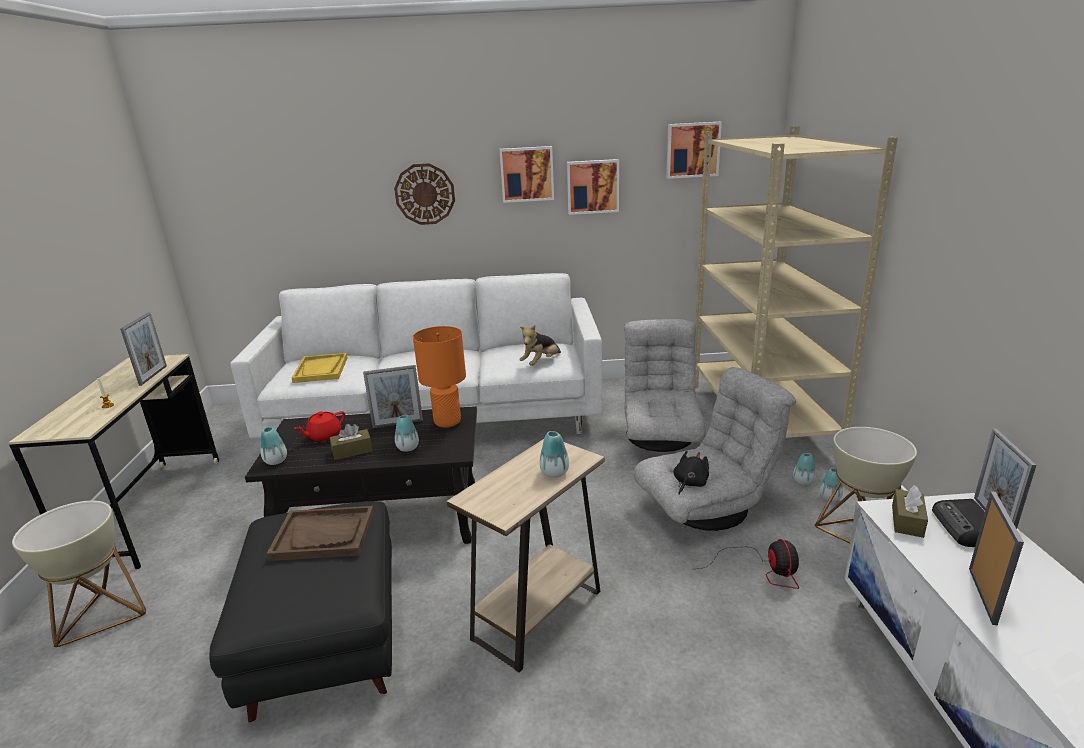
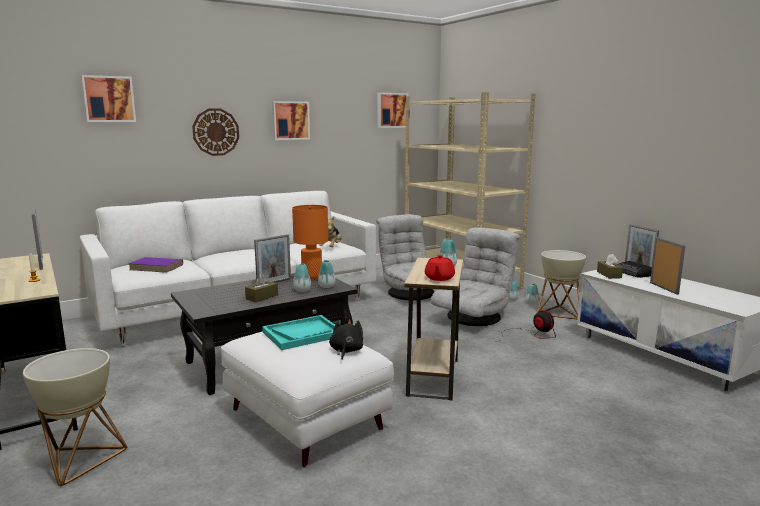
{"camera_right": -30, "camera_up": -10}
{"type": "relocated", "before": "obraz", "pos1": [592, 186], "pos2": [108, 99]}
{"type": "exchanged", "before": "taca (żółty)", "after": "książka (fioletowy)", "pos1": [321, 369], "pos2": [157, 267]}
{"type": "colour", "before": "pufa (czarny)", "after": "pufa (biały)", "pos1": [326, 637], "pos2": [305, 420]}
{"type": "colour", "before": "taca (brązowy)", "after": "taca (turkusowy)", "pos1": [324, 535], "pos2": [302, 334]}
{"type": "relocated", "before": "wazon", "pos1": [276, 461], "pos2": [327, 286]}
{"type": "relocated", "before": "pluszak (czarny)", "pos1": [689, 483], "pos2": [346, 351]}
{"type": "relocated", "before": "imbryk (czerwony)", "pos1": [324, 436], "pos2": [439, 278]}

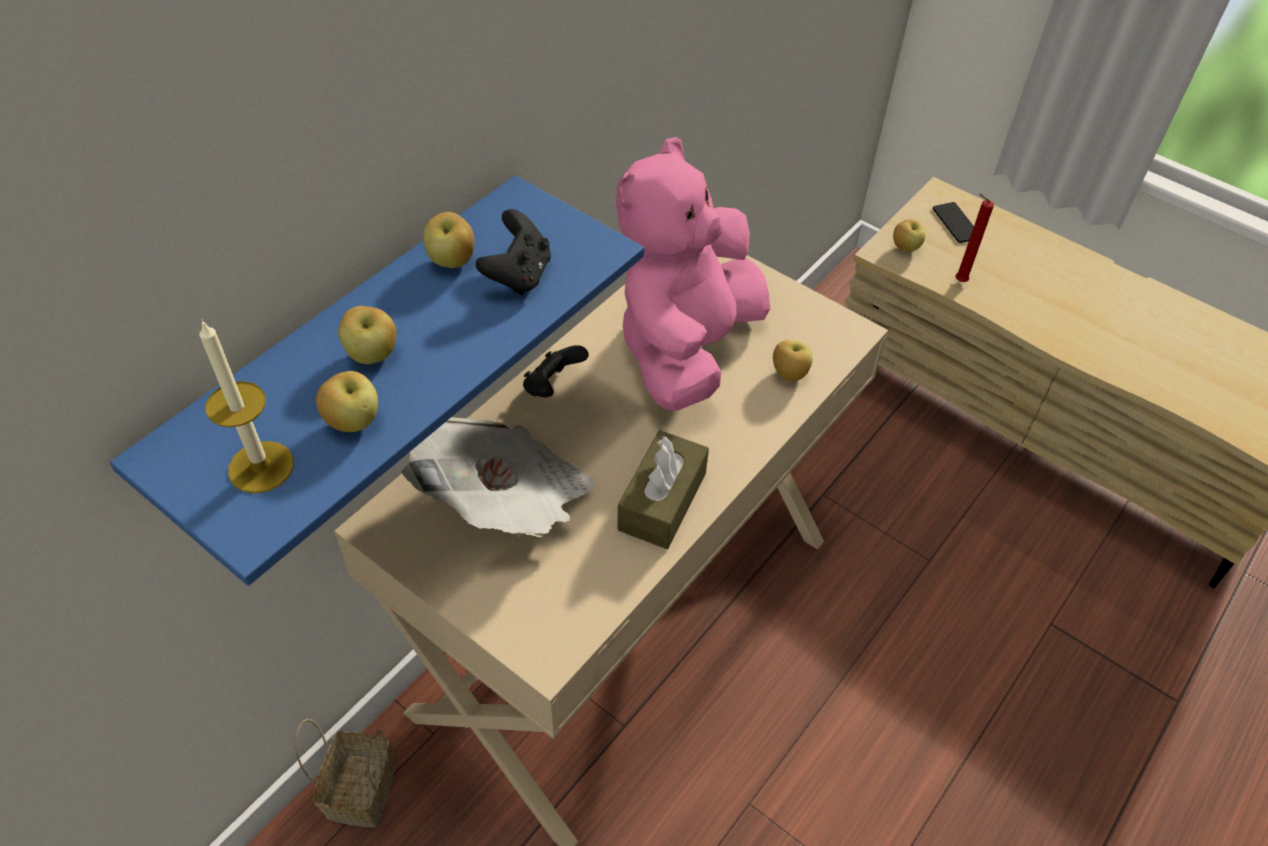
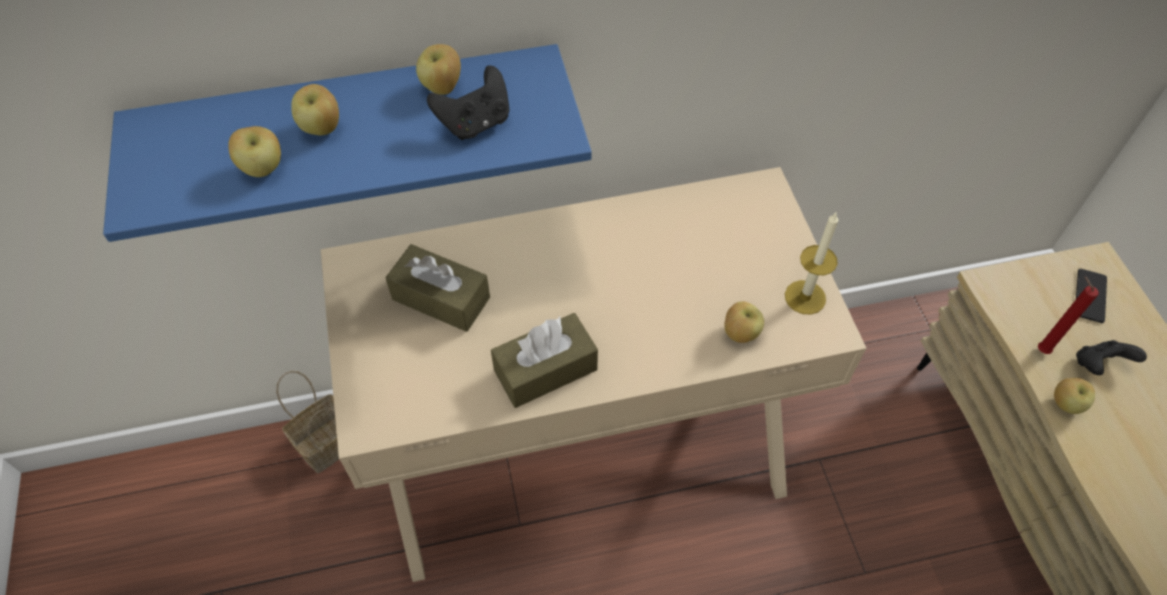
{"camera_right": 40, "camera_up": 5}
{"type": "exchanged", "before": "gazeta", "after": "pudełko chusteczek (brązowy)", "pos1": [506, 501], "pos2": [441, 298]}
{"type": "relocated", "before": "świeca", "pos1": [261, 467], "pos2": [805, 297]}
{"type": "relocated", "before": "jabłko", "pos1": [905, 248], "pos2": [1065, 404]}
{"type": "relocated", "before": "pad do gier (czarny)", "pos1": [553, 386], "pos2": [1098, 365]}
{"type": "missing", "before": "pluszak (różowy)", "pos1": [686, 347]}

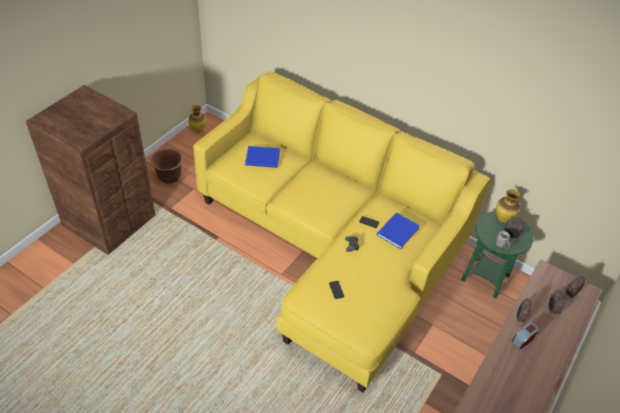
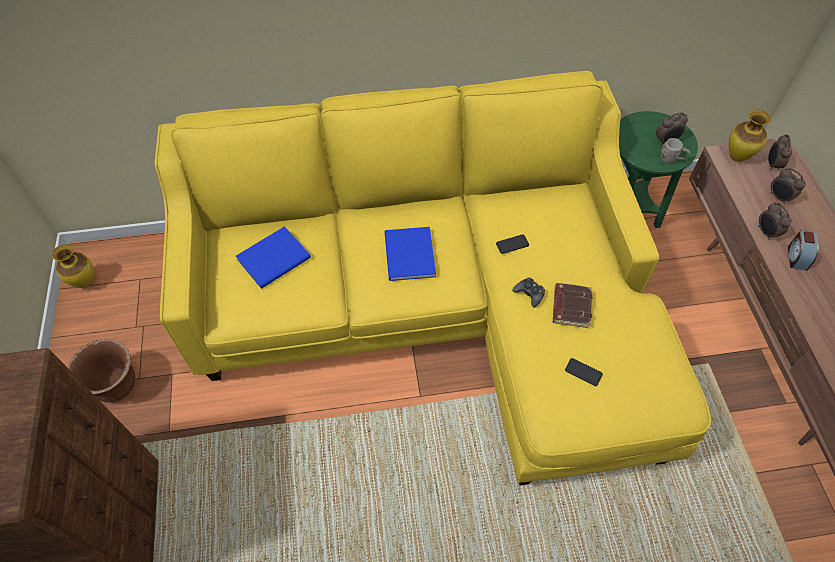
{"camera_right": -40, "camera_up": 10}
{"type": "relocated", "before": "książka (niebieski)", "pos1": [396, 231], "pos2": [408, 256]}
{"type": "appeared", "after": "książka (brązowy)", "pos2": [570, 307]}
{"type": "relocated", "before": "wazon", "pos1": [502, 220], "pos2": [737, 157]}

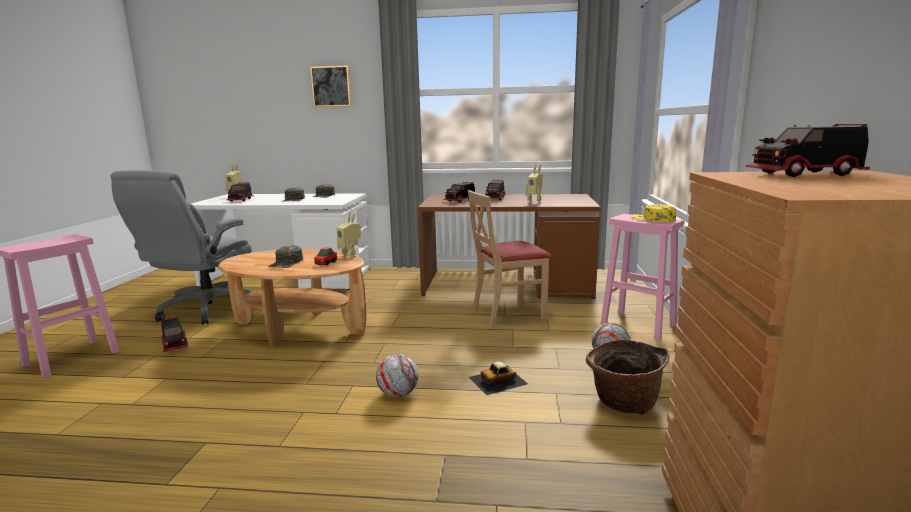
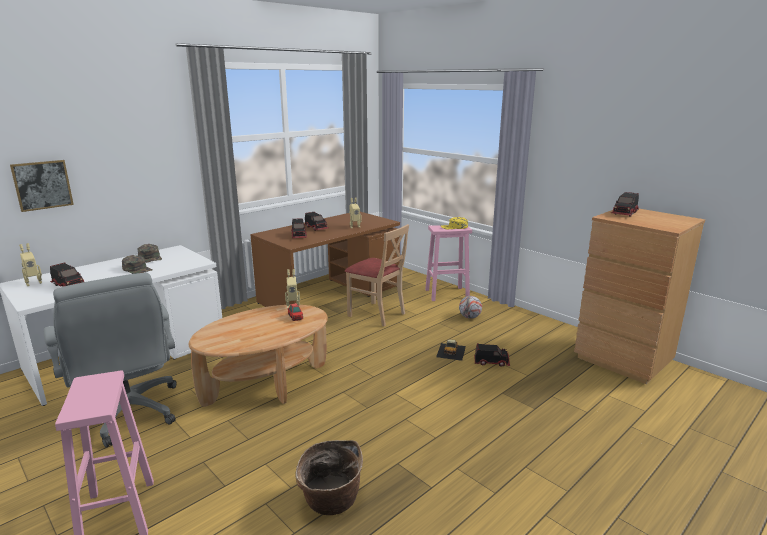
{"camera_right": -50, "camera_up": 5}
{"type": "relocated", "before": "obraz", "pos1": [331, 86], "pos2": [42, 185]}
{"type": "relocated", "before": "koszyk", "pos1": [623, 403], "pos2": [330, 502]}
{"type": "spun", "before": "krzesło (beżowy)", "pos1": [508, 314], "pos2": [377, 314], "turn": -75}
{"type": "relocated", "before": "ciężarówka zabawkowa", "pos1": [175, 344], "pos2": [491, 362]}
{"type": "missing", "before": "czapka z daszkiem (zielony)", "pos1": [286, 263]}
{"type": "missing", "before": "piłka futbolowa", "pos1": [398, 394]}

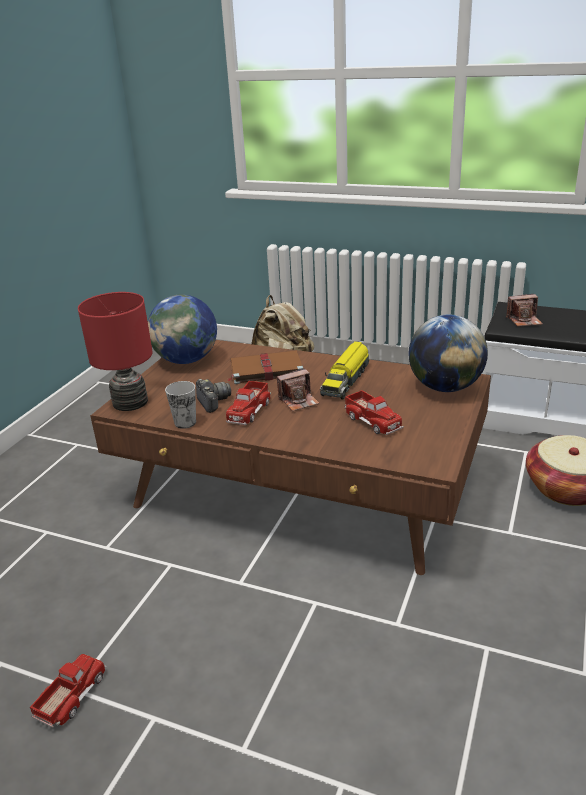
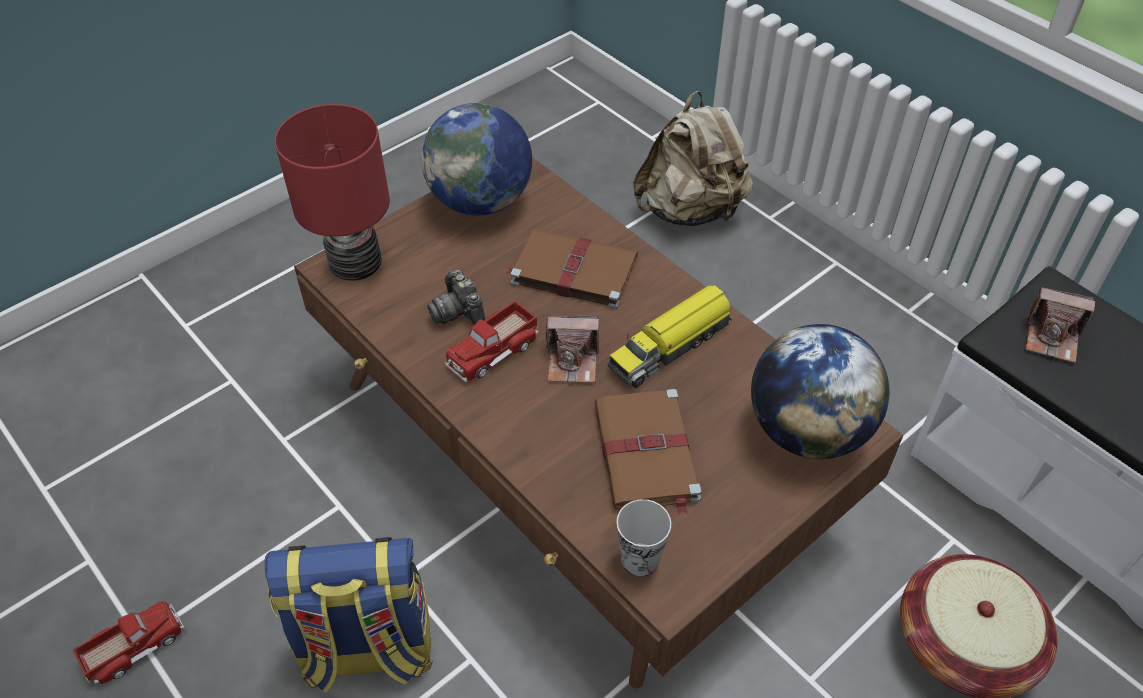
{"camera_right": 25, "camera_up": 20}
{"type": "appeared", "after": "plecak", "pos2": [367, 651]}
{"type": "spun", "before": "aparat fotograficzny", "pos1": [213, 402], "pos2": [458, 310], "turn": 150}
{"type": "exchanged", "before": "ciężarówka zabawkowa", "after": "książka (brązowy)", "pos1": [373, 420], "pos2": [646, 454]}
{"type": "relocated", "before": "filiżanka", "pos1": [185, 422], "pos2": [640, 559]}

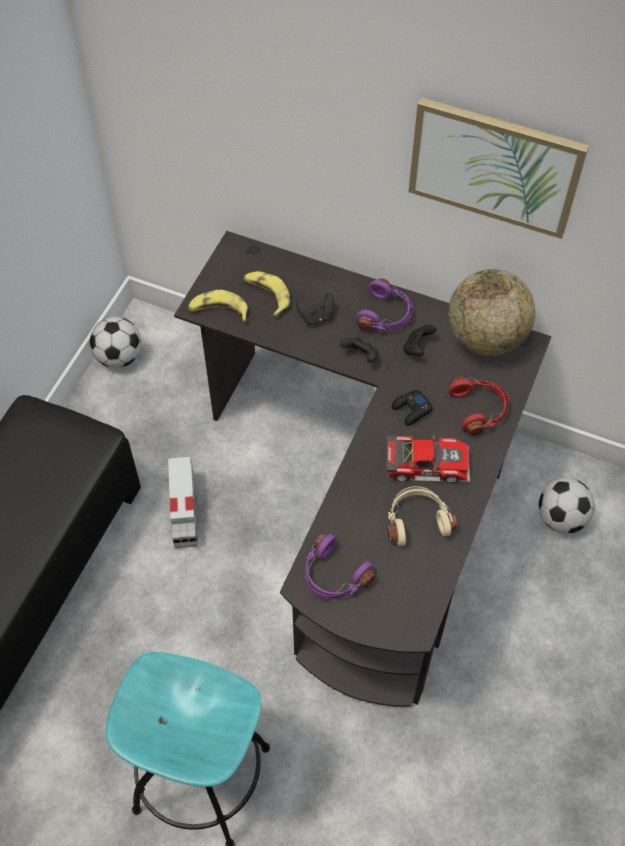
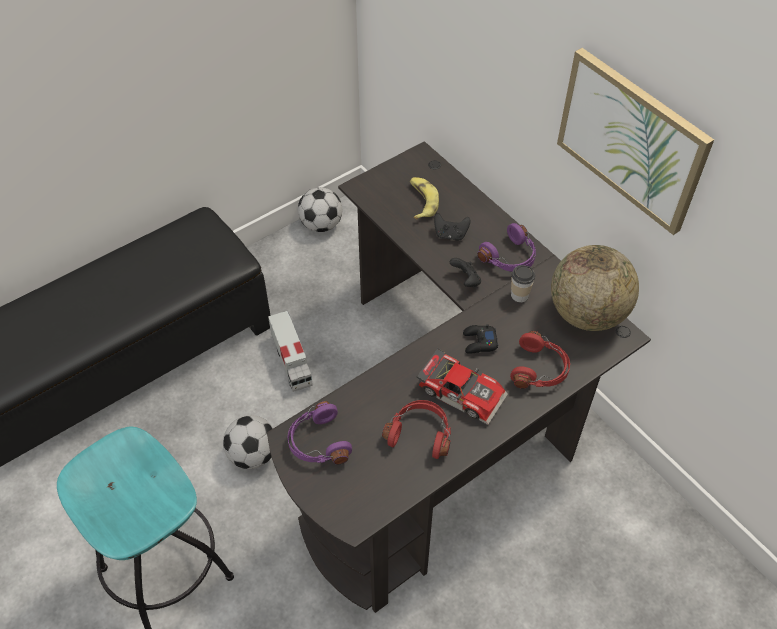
{"camera_right": 30, "camera_up": -5}
{"type": "relocated", "before": "piłka futbolowa", "pos1": [561, 519], "pos2": [252, 455]}
{"type": "spun", "before": "ciężarówka zabawkowa", "pos1": [184, 512], "pos2": [292, 362], "turn": -45}
{"type": "colour", "before": "słuchawki (beżowy)", "after": "słuchawki (czerwony)", "pos1": [416, 520], "pos2": [420, 433]}
{"type": "exchanged", "before": "pad do gier (czarny)", "after": "filiżanka", "pos1": [417, 348], "pos2": [519, 295]}
{"type": "missing", "before": "banan", "pos1": [218, 311]}

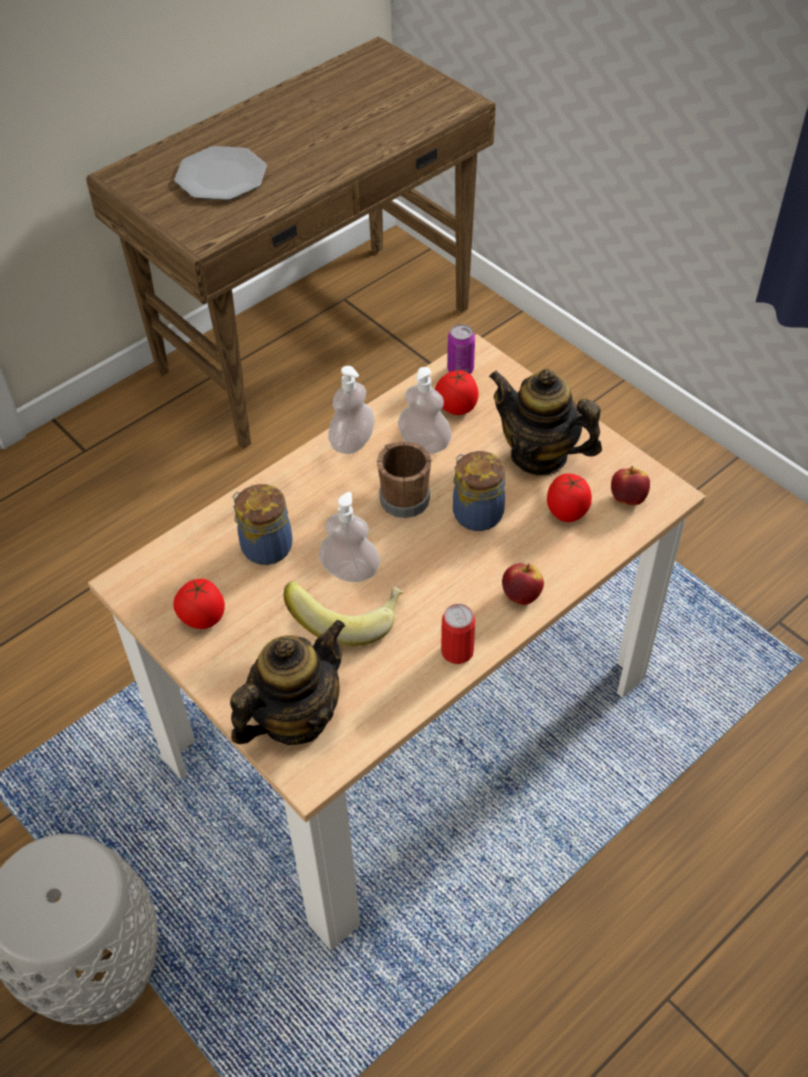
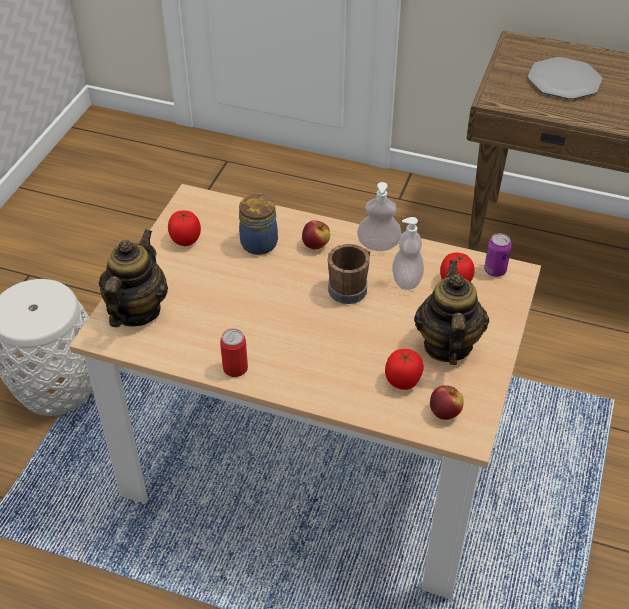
{"camera_right": 60, "camera_up": -5}
{"type": "spun", "before": "imbryk", "pos1": [294, 717], "pos2": [136, 311], "turn": -90}
{"type": "relocated", "before": "jabłko", "pos1": [521, 595], "pos2": [316, 245]}
{"type": "missing", "before": "banan", "pos1": [347, 618]}
{"type": "missing", "before": "dozownik mydła", "pos1": [350, 571]}
{"type": "missing", "before": "słoik", "pos1": [476, 513]}

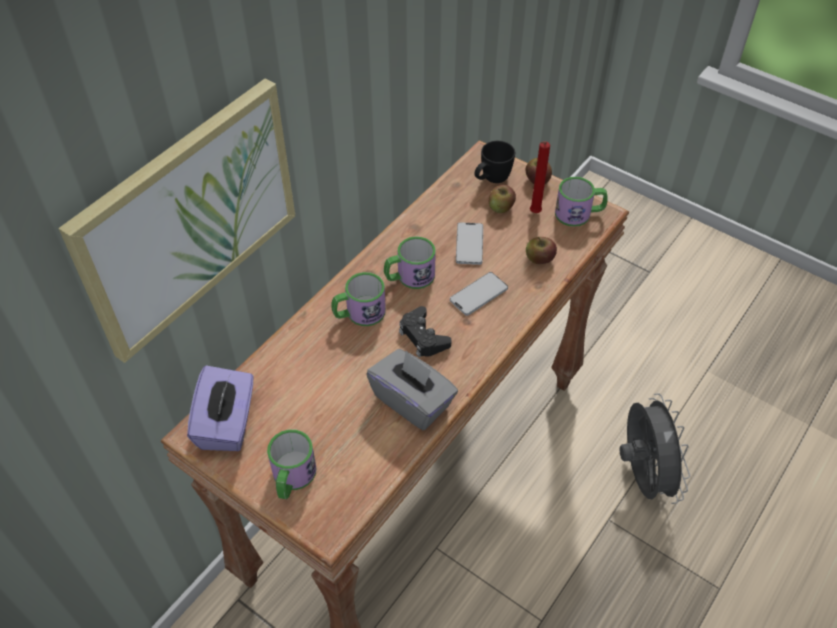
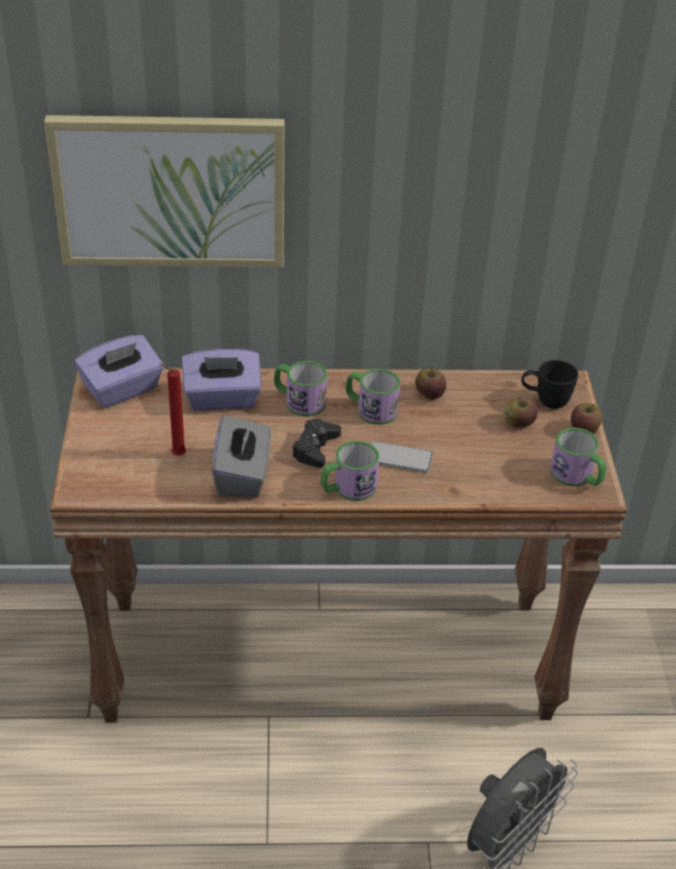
{"camera_right": 50, "camera_up": -10}
{"type": "relocated", "before": "świeca (czerwony)", "pos1": [534, 213], "pos2": [176, 455]}
{"type": "appeared", "after": "pudełko chusteczek (fioletowy)", "pos2": [222, 399]}
{"type": "relocated", "before": "kubek", "pos1": [292, 478], "pos2": [348, 488]}
{"type": "relocated", "before": "jabłko", "pos1": [539, 259], "pos2": [429, 394]}
{"type": "missing", "before": "telefon", "pos1": [469, 244]}

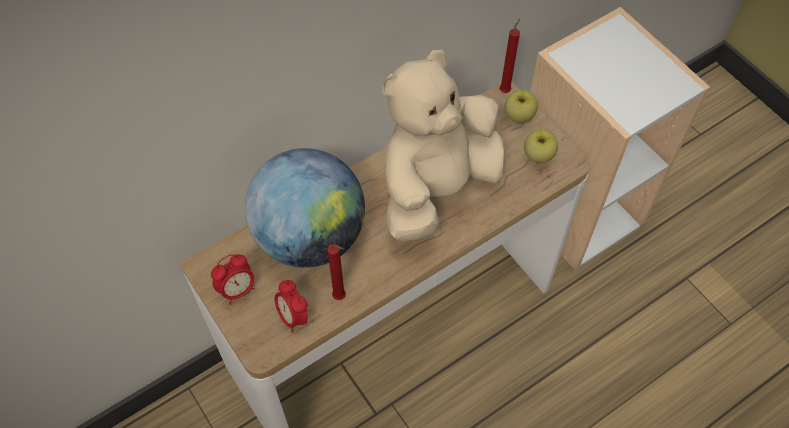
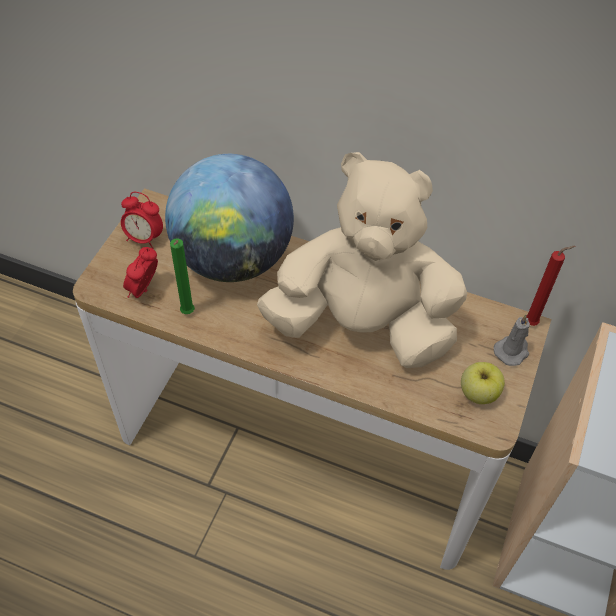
{"camera_right": 55, "camera_up": -5}
{"type": "colour", "before": "świeca (czerwony)", "after": "świeca (zielony)", "pos1": [341, 297], "pos2": [187, 314]}
{"type": "exchanged", "before": "jabłko", "after": "świeca (szary)", "pos1": [519, 115], "pos2": [512, 351]}

